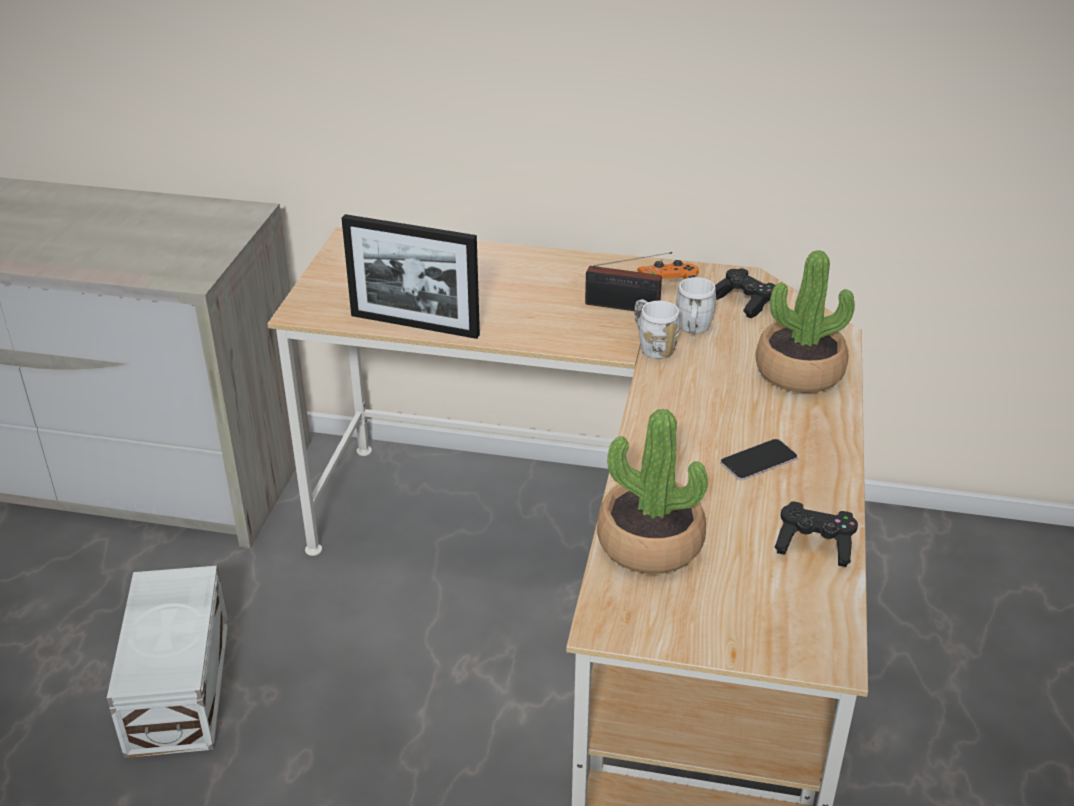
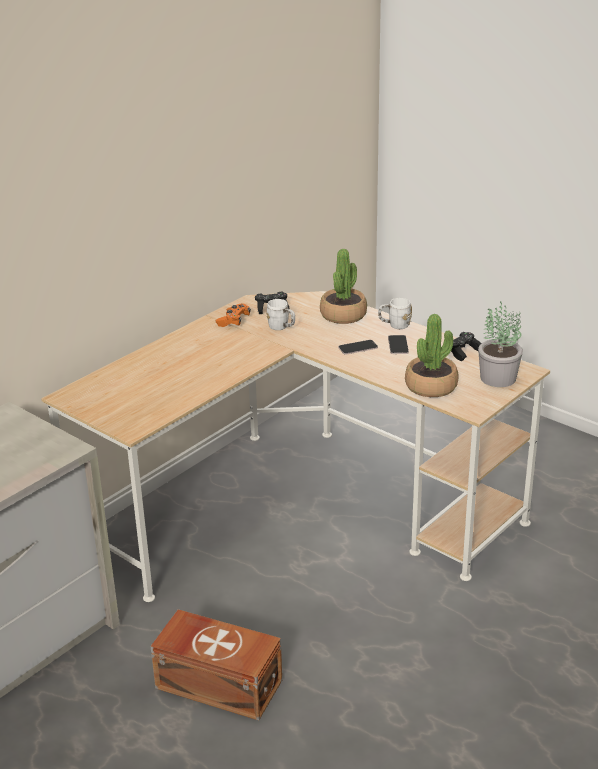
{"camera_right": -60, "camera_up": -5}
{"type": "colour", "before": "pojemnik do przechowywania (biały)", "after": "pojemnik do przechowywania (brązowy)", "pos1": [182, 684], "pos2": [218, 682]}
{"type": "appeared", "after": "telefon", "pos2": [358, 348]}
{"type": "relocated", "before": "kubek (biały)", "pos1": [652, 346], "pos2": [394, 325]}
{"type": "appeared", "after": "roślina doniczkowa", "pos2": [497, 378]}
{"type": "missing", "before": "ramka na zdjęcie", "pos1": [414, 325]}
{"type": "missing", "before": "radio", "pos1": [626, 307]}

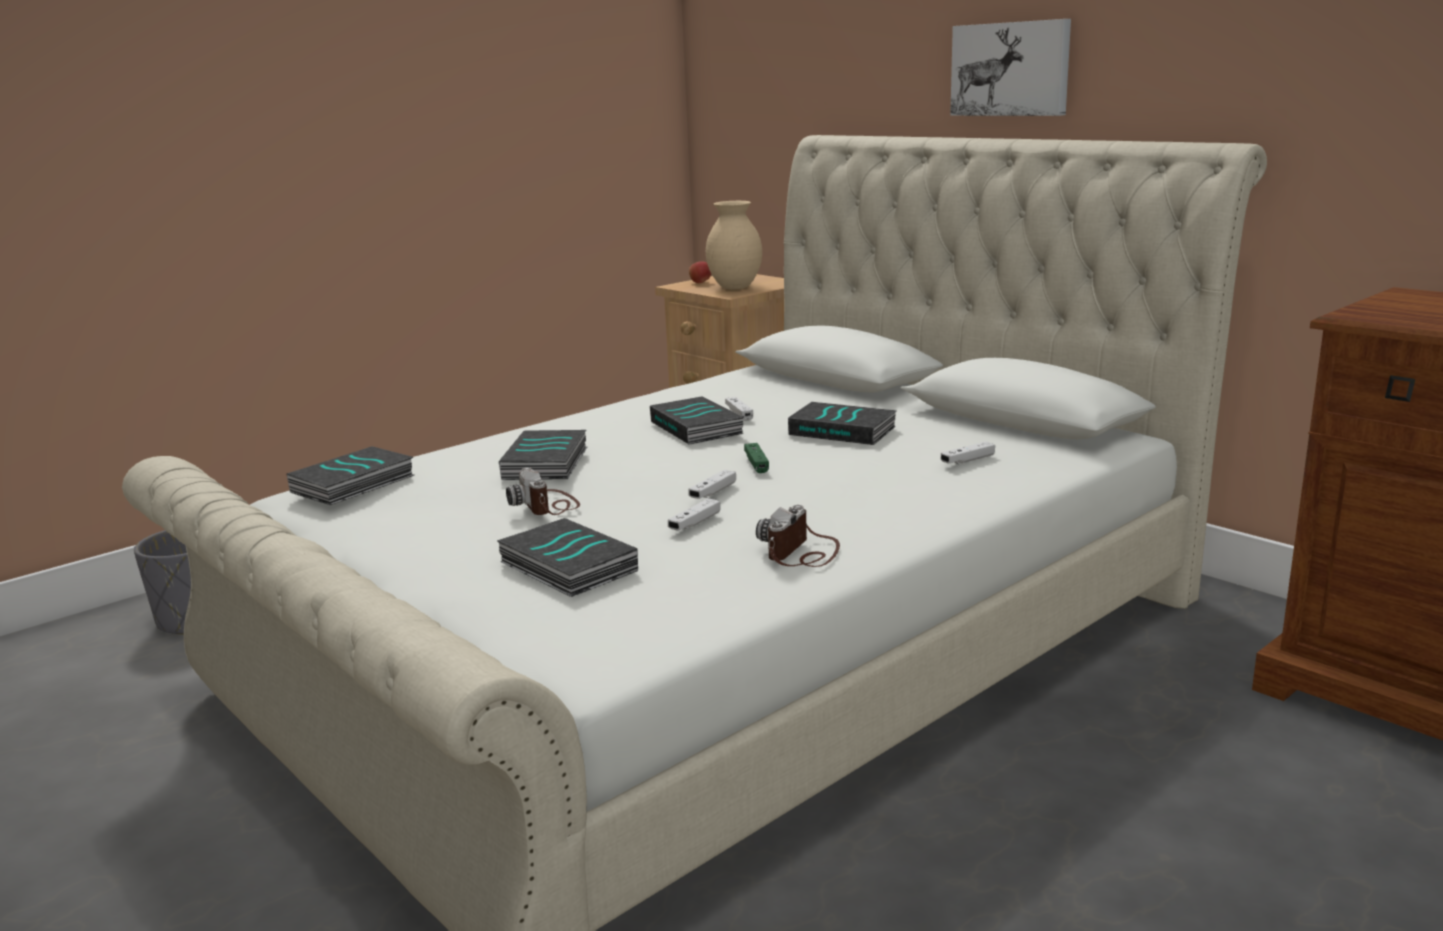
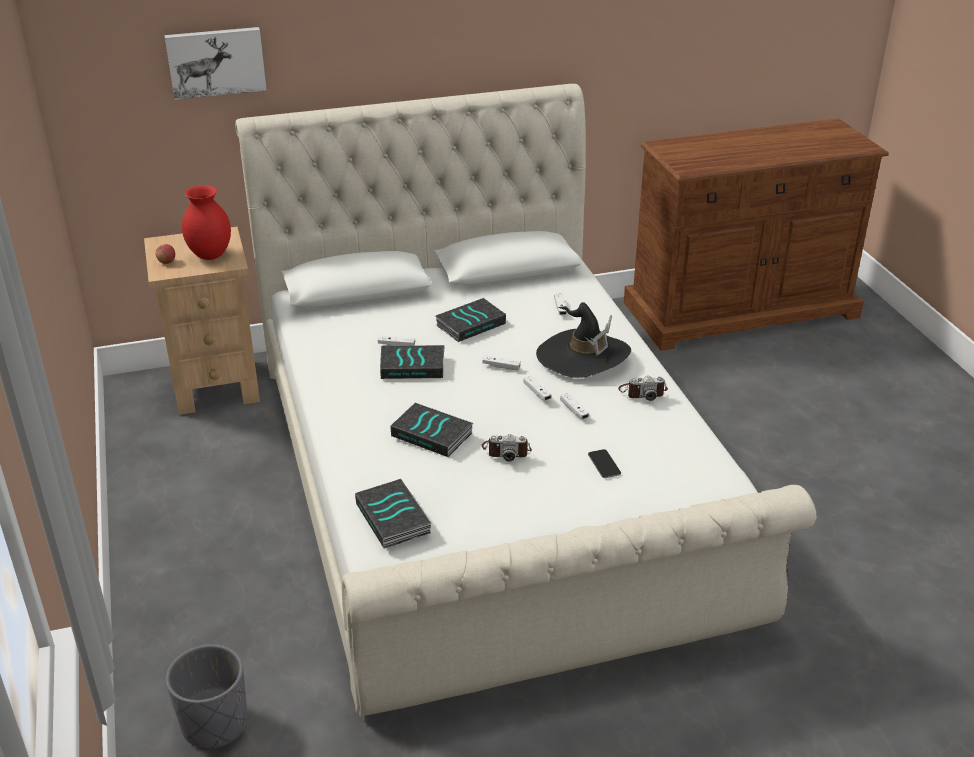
{"camera_right": -65, "camera_up": 15}
{"type": "relocated", "before": "obraz", "pos1": [1011, 69], "pos2": [216, 62]}
{"type": "colour", "before": "wazon (beżowy)", "after": "wazon (czerwony)", "pos1": [735, 288], "pos2": [211, 255]}
{"type": "colour", "before": "pad do gier (zielony)", "after": "pad do gier (biały)", "pos1": [756, 464], "pos2": [501, 366]}
{"type": "appeared", "after": "kapelusz (czarny)", "pos2": [583, 357]}
{"type": "exchanged", "before": "książka", "after": "telefon", "pos1": [565, 567], "pos2": [604, 464]}
{"type": "spun", "before": "aparat fotograficzny", "pos1": [802, 553], "pos2": [642, 392], "turn": -60}

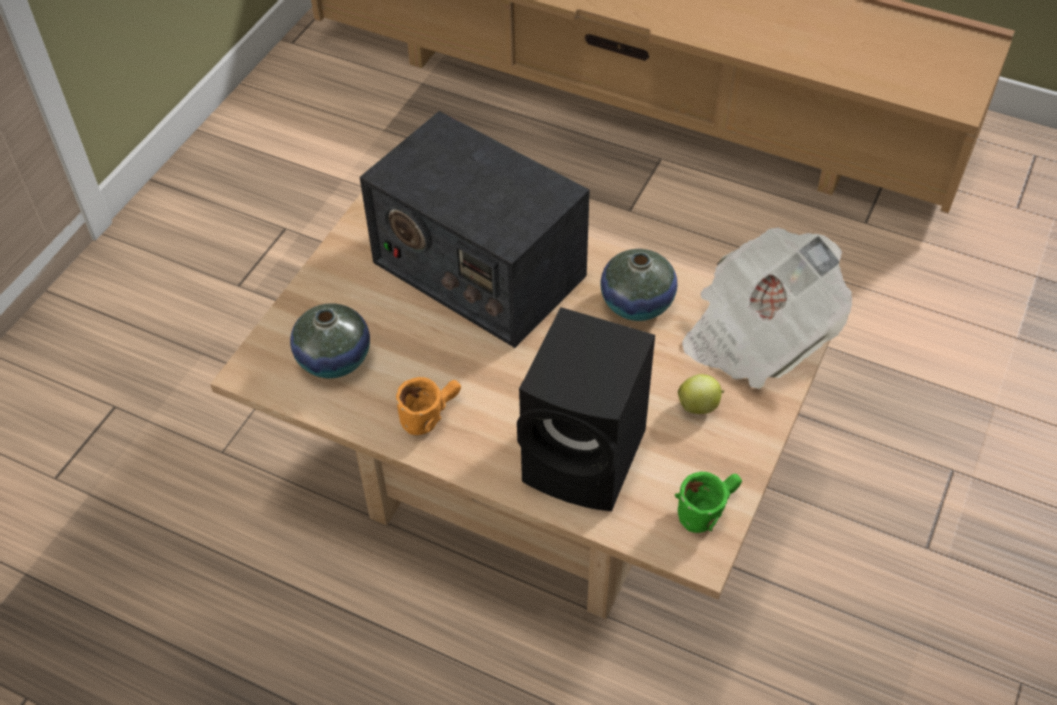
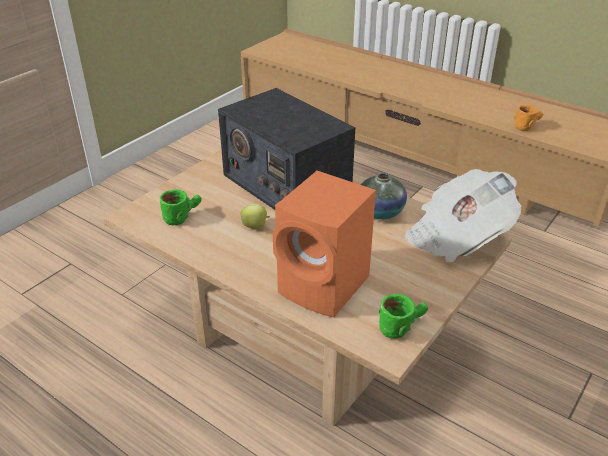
{"camera_right": 10, "camera_up": -15}
{"type": "exchanged", "before": "wazon", "after": "kubek (zielony)", "pos1": [334, 359], "pos2": [182, 216]}
{"type": "relocated", "before": "jabłko", "pos1": [699, 406], "pos2": [255, 226]}
{"type": "colour", "before": "głośnik (czarny)", "after": "głośnik (pomarańczowy)", "pos1": [588, 459], "pos2": [326, 287]}
{"type": "relocated", "before": "kubek (pomarańczowy)", "pos1": [430, 413], "pos2": [527, 125]}

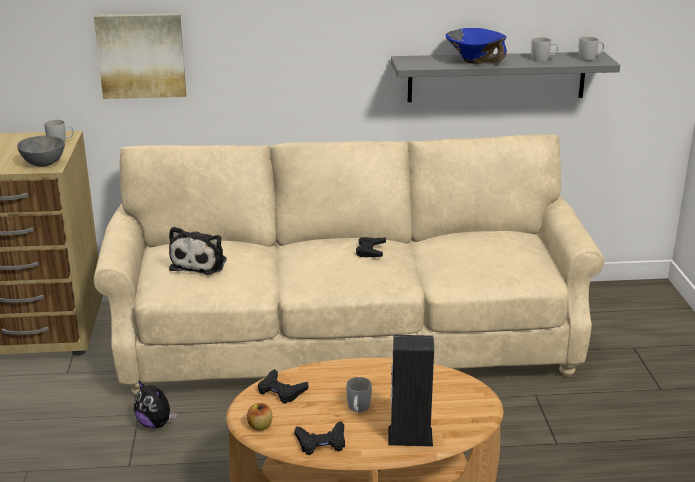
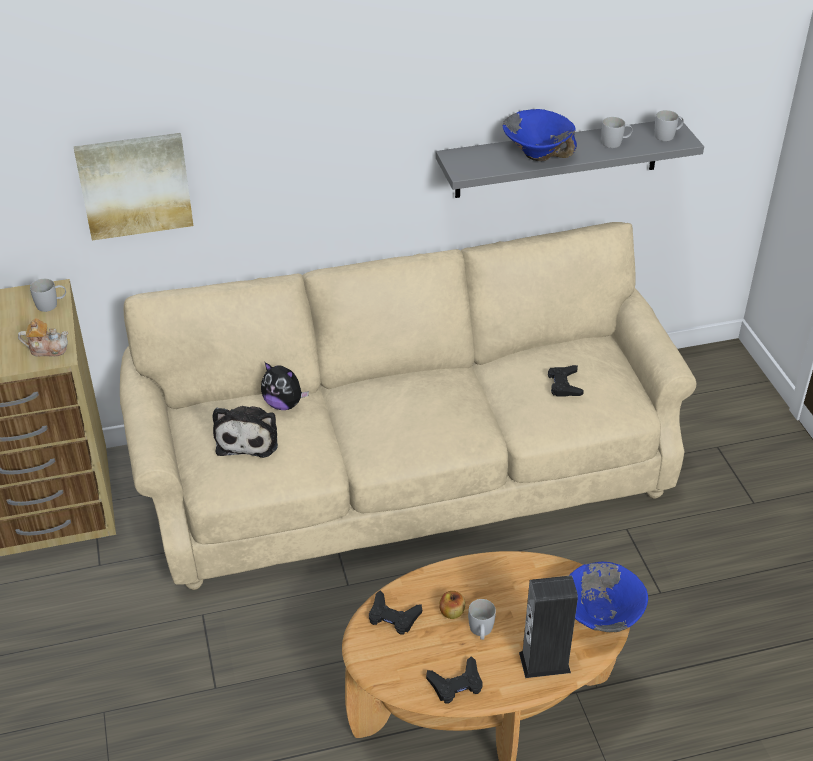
{"camera_right": -10, "camera_up": 15}
{"type": "exchanged", "before": "miska (szary)", "after": "imbryk", "pos1": [43, 163], "pos2": [47, 349]}
{"type": "relocated", "before": "pluszak", "pos1": [155, 424], "pos2": [284, 404]}
{"type": "relocated", "before": "jabłko", "pos1": [260, 426], "pos2": [452, 612]}
{"type": "relocated", "before": "pad do gier (czarny)", "pos1": [370, 250], "pos2": [564, 384]}
{"type": "appeared", "after": "miska (niebieski)", "pos2": [600, 618]}

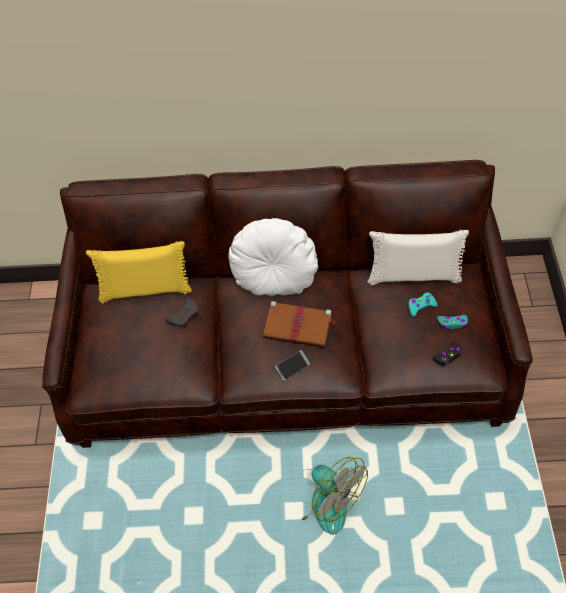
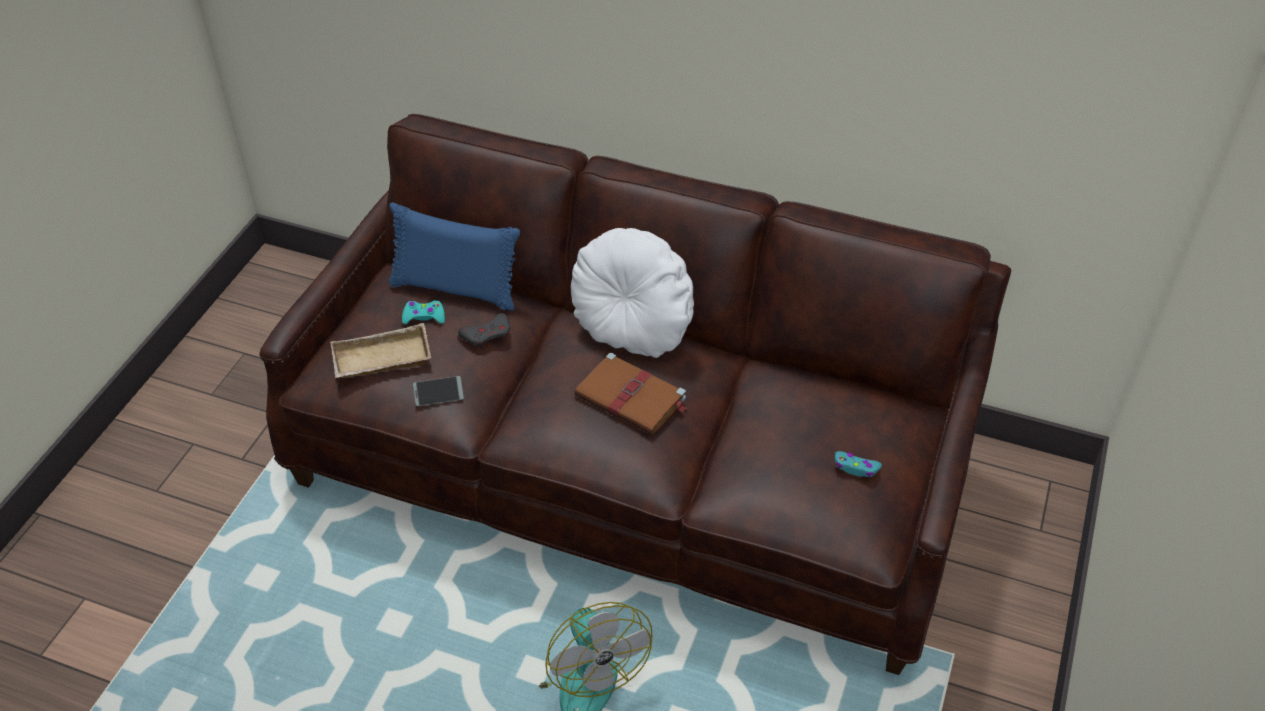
{"camera_right": 20, "camera_up": -10}
{"type": "appeared", "after": "taca (beżowy)", "pos2": [381, 361]}
{"type": "colour", "before": "poduszka (żółty)", "after": "poduszka (niebieski)", "pos1": [145, 289], "pos2": [456, 288]}
{"type": "relocated", "before": "pad do gier (turkusowy)", "pos1": [421, 306], "pos2": [424, 316]}
{"type": "relocated", "before": "telefon", "pos1": [292, 367], "pos2": [439, 395]}
{"type": "missing", "before": "poduszka (biały)", "pos1": [413, 275]}
{"type": "missing", "before": "pad do gier (czarny)", "pos1": [448, 356]}

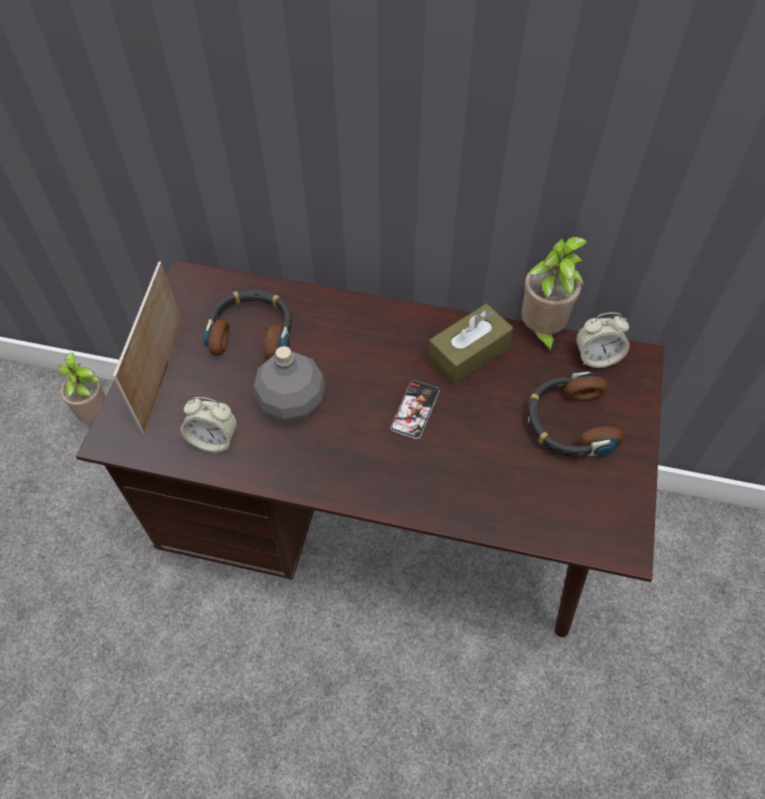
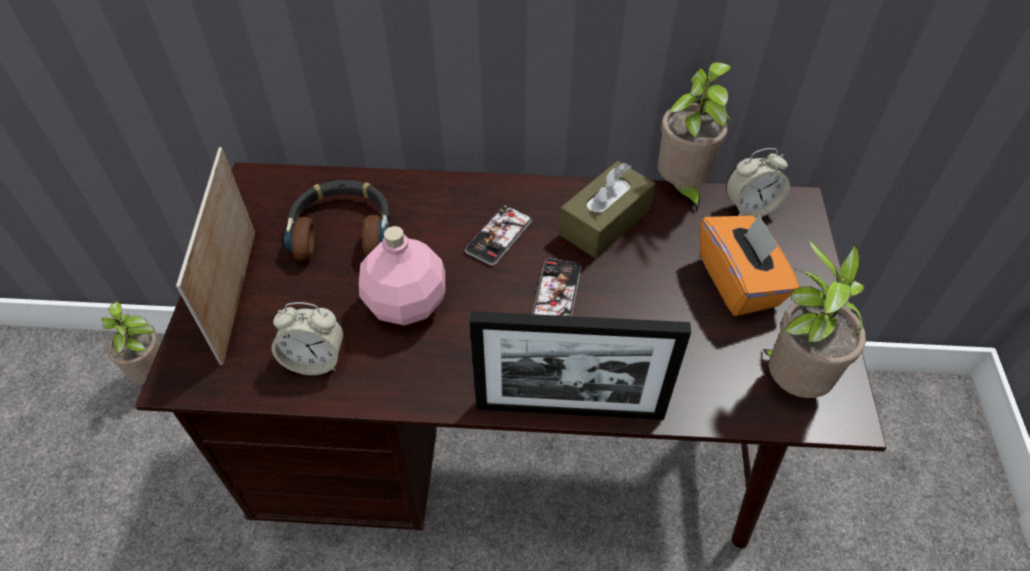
{"camera_right": -10, "camera_up": -5}
{"type": "colour", "before": "butelka (szary)", "after": "butelka (różowy)", "pos1": [291, 403], "pos2": [405, 304]}
{"type": "appeared", "after": "telefon", "pos2": [499, 236]}
{"type": "appeared", "after": "ramka na zdjęcie", "pos2": [569, 409]}
{"type": "exchanged", "before": "słuchawki", "after": "pudełko chusteczek (pomarańczowy)", "pos1": [569, 423], "pos2": [739, 282]}
{"type": "appeared", "after": "roślina doniczkowa", "pos2": [790, 380]}

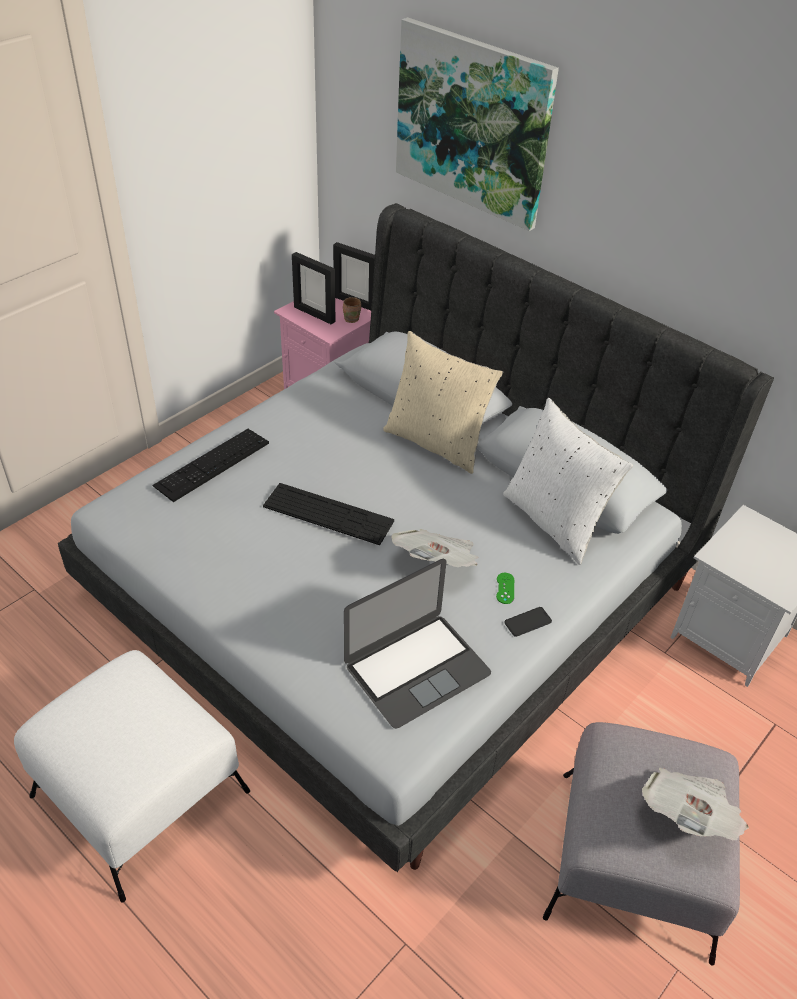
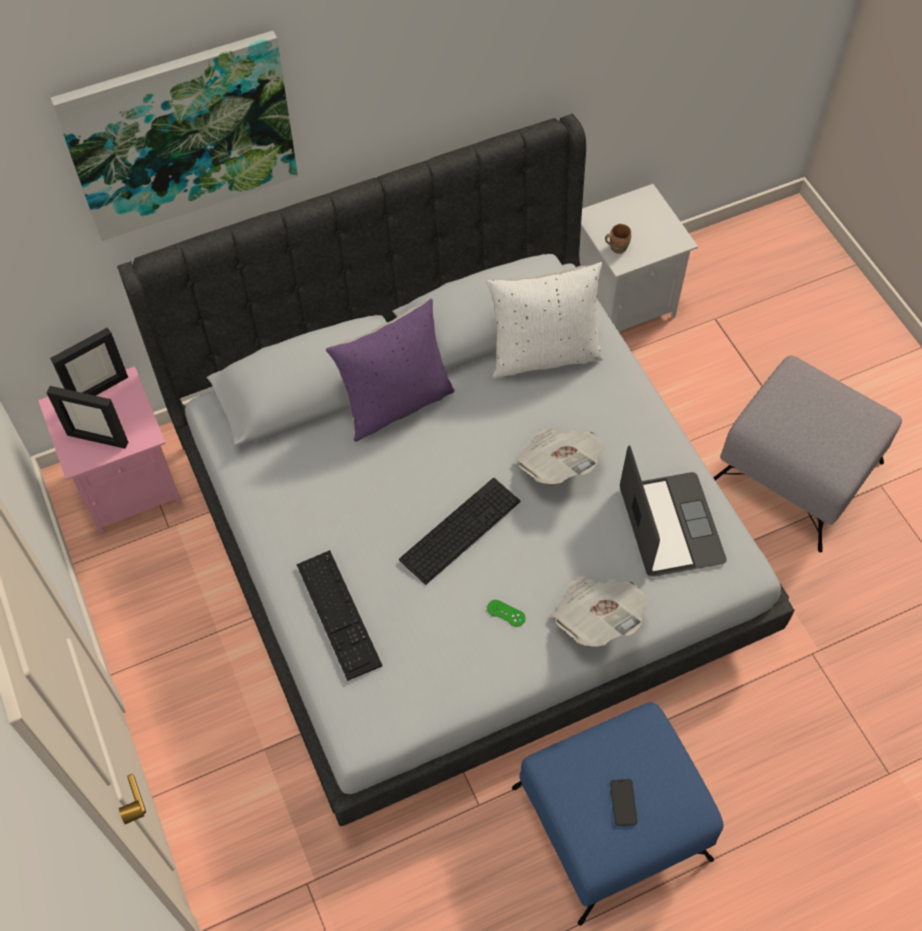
{"camera_right": -65, "camera_up": 15}
{"type": "spun", "before": "ramka na zdjęcie", "pos1": [315, 314], "pos2": [98, 437], "turn": 45}
{"type": "colour", "before": "poduszka (beżowy)", "after": "poduszka (fioletowy)", "pos1": [436, 442], "pos2": [395, 403]}
{"type": "relocated", "before": "pad do gier (zielony)", "pos1": [505, 588], "pos2": [506, 613]}
{"type": "colour", "before": "pufa (biały)", "after": "pufa (niebieski)", "pos1": [141, 794], "pos2": [612, 823]}
{"type": "relocated", "before": "gazeta", "pos1": [689, 816], "pos2": [596, 618]}
{"type": "relocated", "before": "kubek (brązowy)", "pos1": [351, 318], "pos2": [617, 247]}
{"type": "relocated", "before": "telefon", "pos1": [528, 622], "pos2": [623, 802]}

